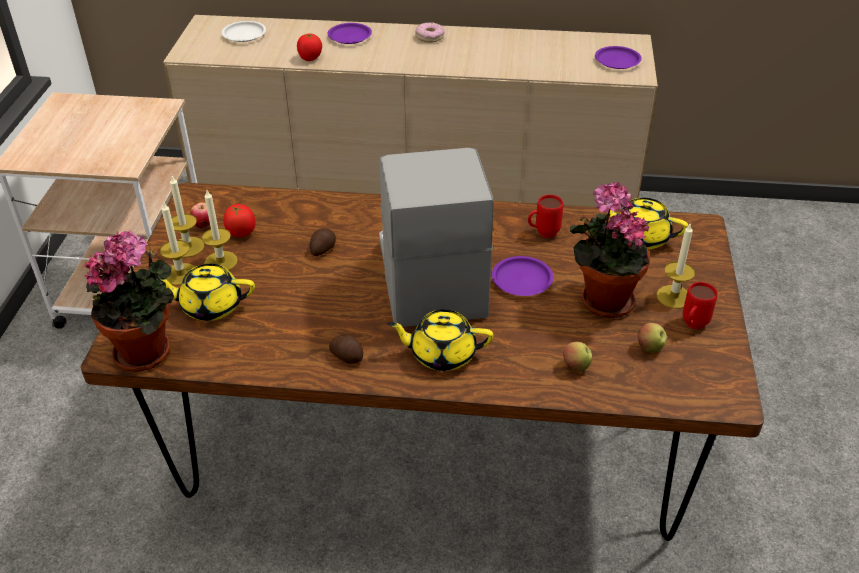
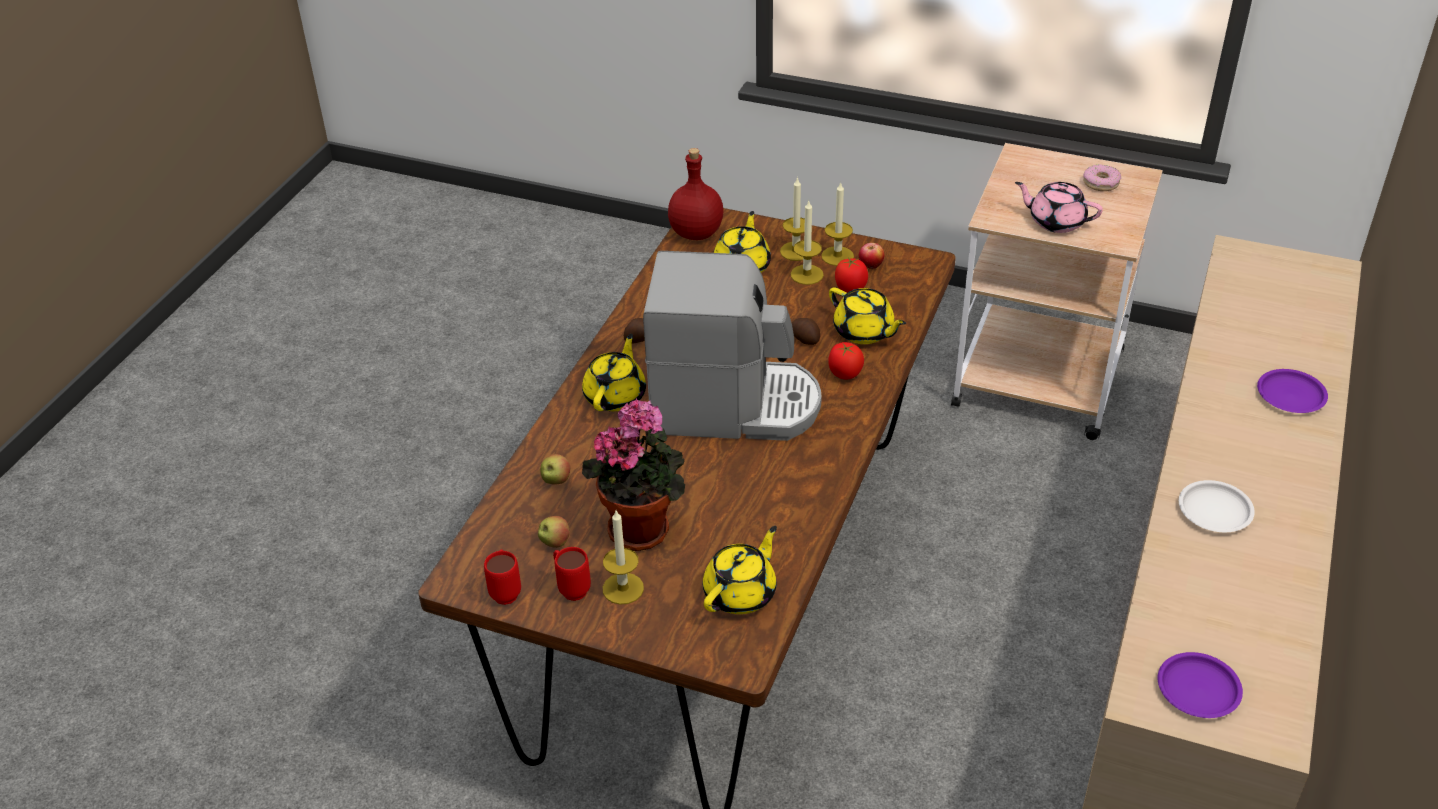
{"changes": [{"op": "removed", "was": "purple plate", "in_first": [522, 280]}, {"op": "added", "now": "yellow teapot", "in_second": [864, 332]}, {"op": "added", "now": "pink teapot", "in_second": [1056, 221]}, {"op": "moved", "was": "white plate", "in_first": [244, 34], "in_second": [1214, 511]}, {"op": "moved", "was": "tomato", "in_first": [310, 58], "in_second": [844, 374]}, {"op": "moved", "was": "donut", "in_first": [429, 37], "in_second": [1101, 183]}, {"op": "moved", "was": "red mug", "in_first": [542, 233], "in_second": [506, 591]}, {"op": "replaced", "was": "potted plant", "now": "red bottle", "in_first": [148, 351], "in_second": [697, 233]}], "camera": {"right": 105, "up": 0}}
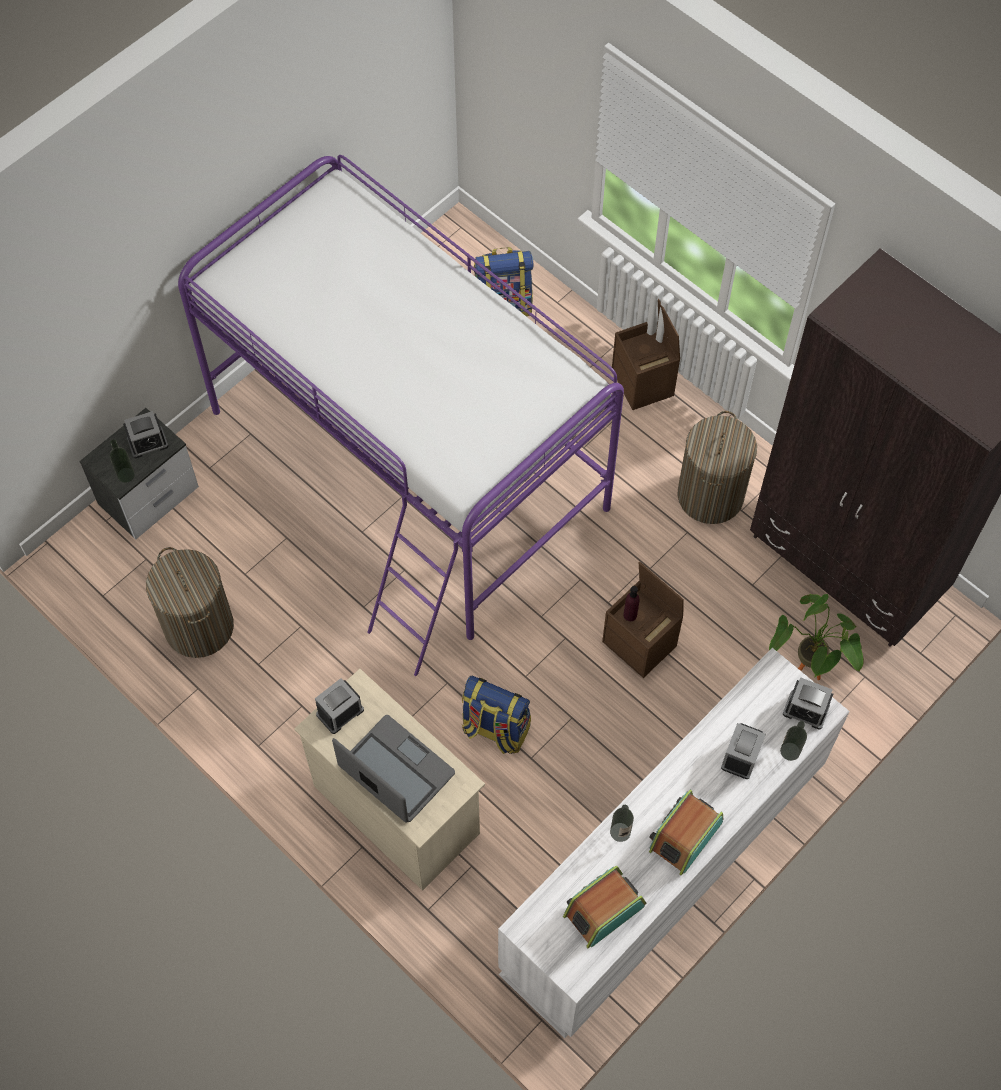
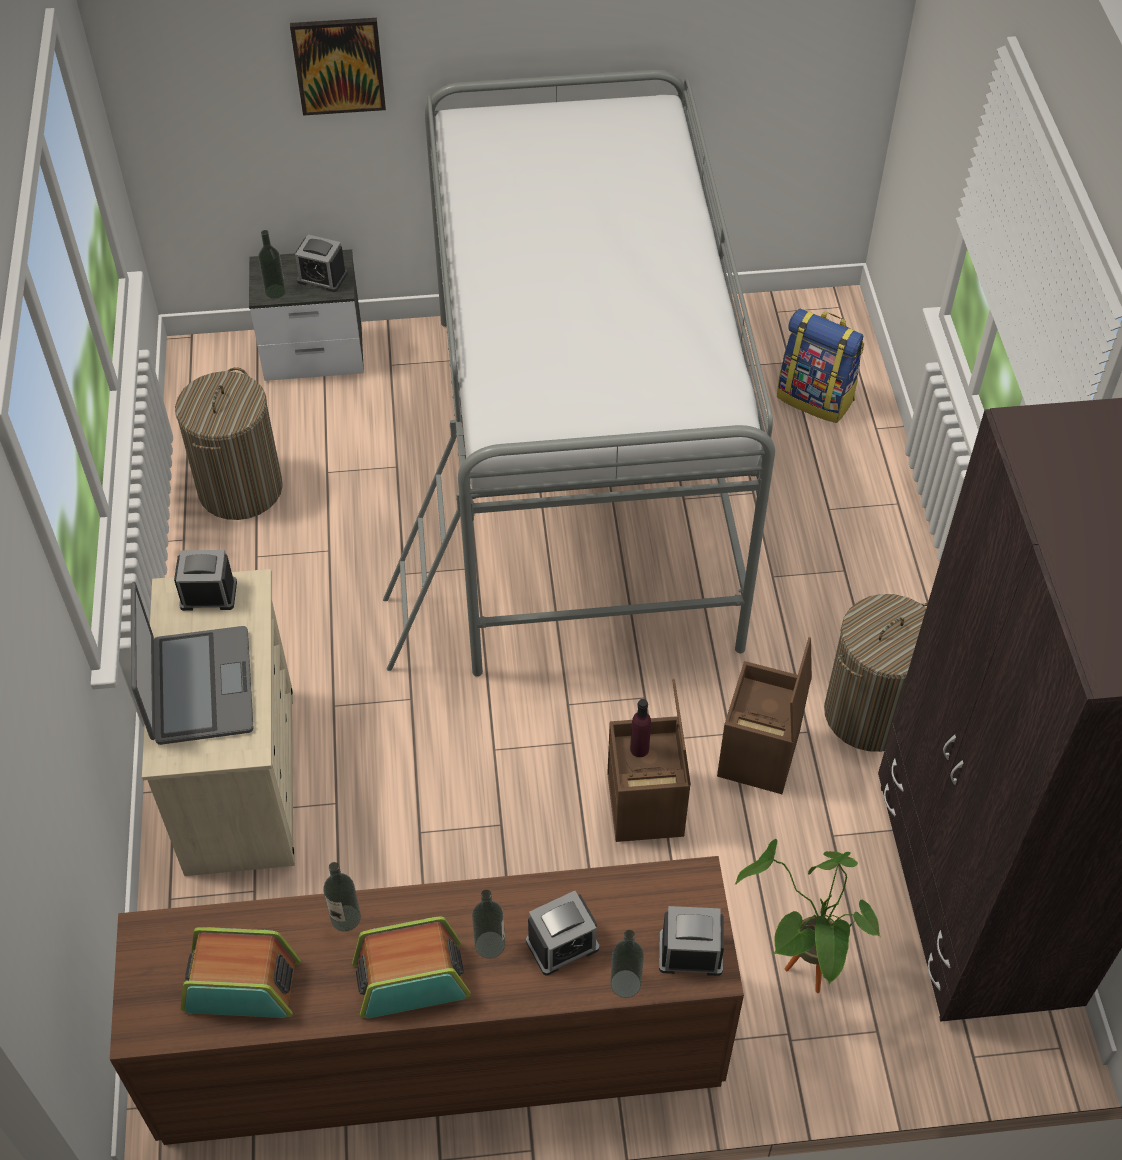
{"changes": [{"op": "removed", "was": "backpack", "in_first": [495, 729]}, {"op": "added", "now": "picture", "in_second": [338, 65]}, {"op": "added", "now": "bottle", "in_second": [490, 944]}, {"op": "moved", "was": "brown storage box", "in_first": [644, 383], "in_second": [759, 756]}, {"op": "recoloured", "was": "purple bed", "now": "grey bed", "in_first": [409, 465], "in_second": [576, 479]}, {"op": "recoloured", "was": "white dresser", "now": "brown dresser", "in_first": [664, 871], "in_second": [441, 1059]}, {"op": "turned", "was": "alarm clock", "in_first": [806, 710], "in_second": [690, 953], "clockwise": 120}], "camera": {"right": 40, "up": -10}}
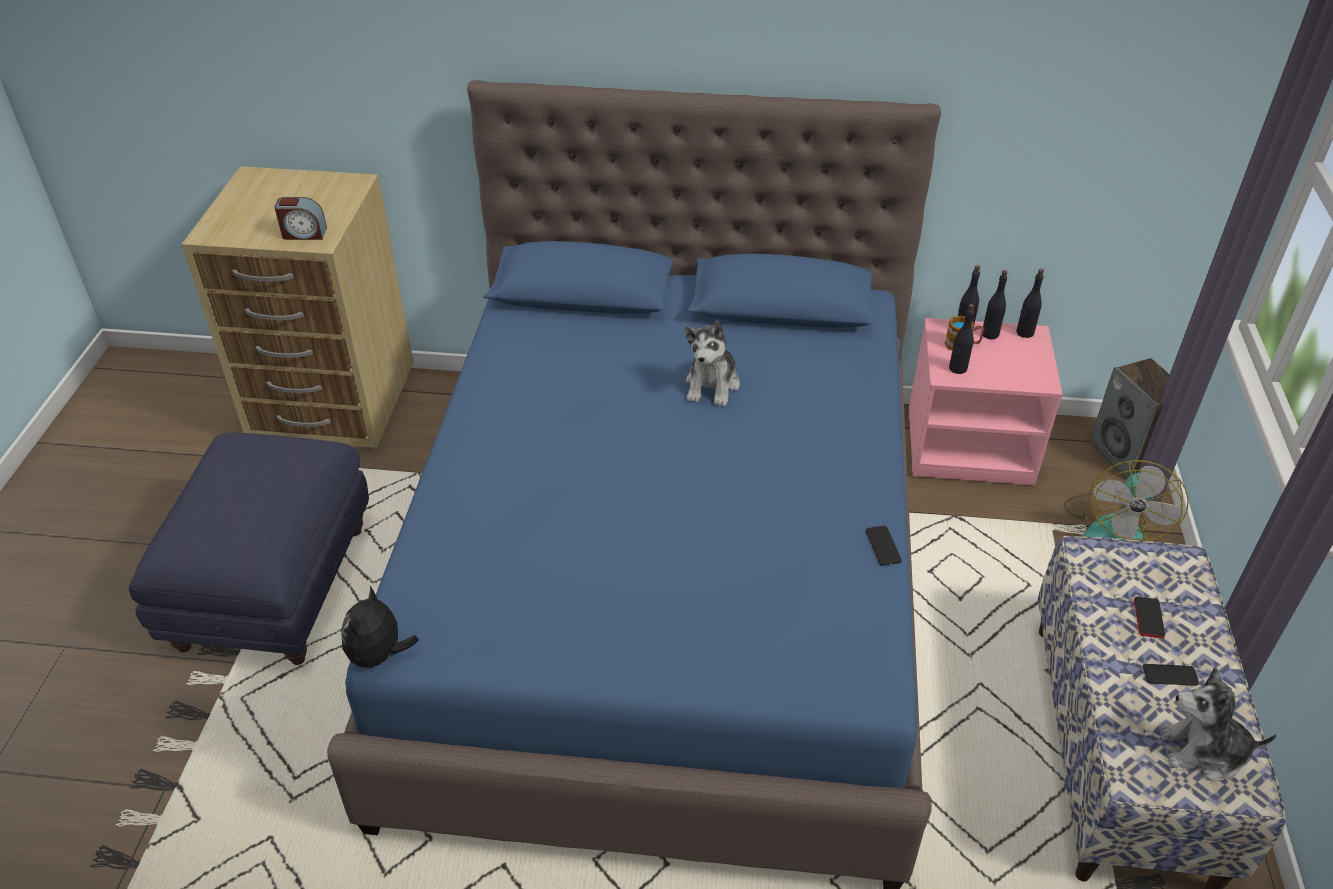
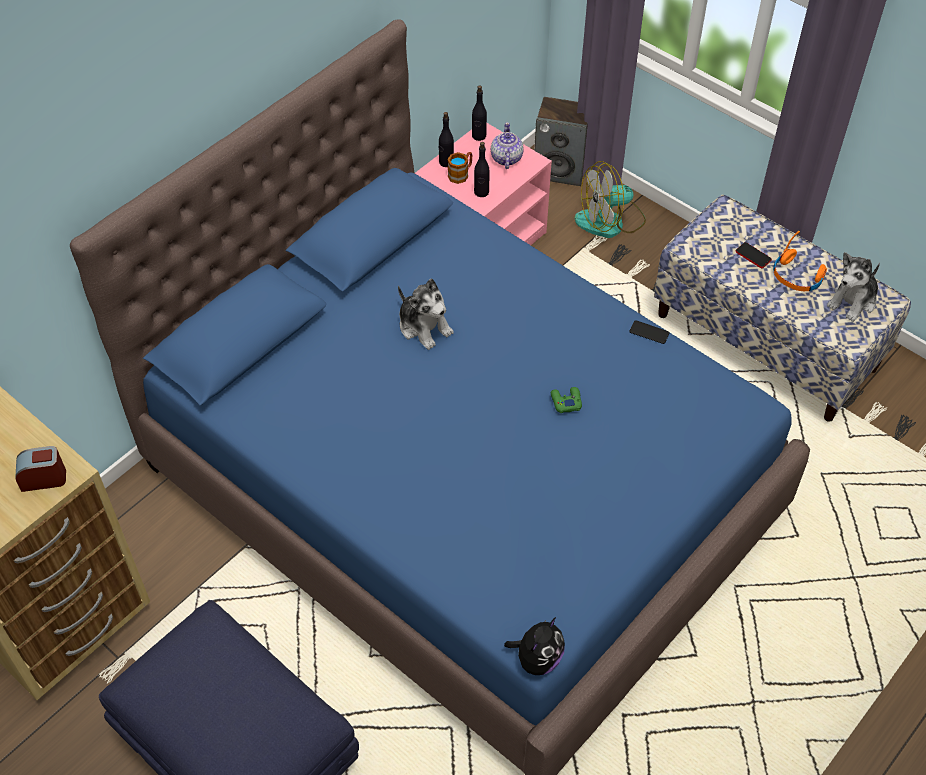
{"changes": [{"op": "removed", "was": "black bottle", "in_first": [990, 334]}, {"op": "added", "now": "teapot", "in_second": [506, 158]}, {"op": "added", "now": "green game controller", "in_second": [565, 401]}, {"op": "replaced", "was": "phone", "now": "orange headphones", "in_first": [1170, 675], "in_second": [797, 277]}, {"op": "turned", "was": "alarm clock", "in_first": [304, 233], "in_second": [44, 478], "clockwise": -135}, {"op": "turned", "was": "plush toy", "in_first": [379, 656], "in_second": [537, 659], "clockwise": -105}, {"op": "turned", "was": "fan", "in_first": [1113, 526], "in_second": [610, 221], "clockwise": 105}], "camera": {"right": -55, "up": 10}}
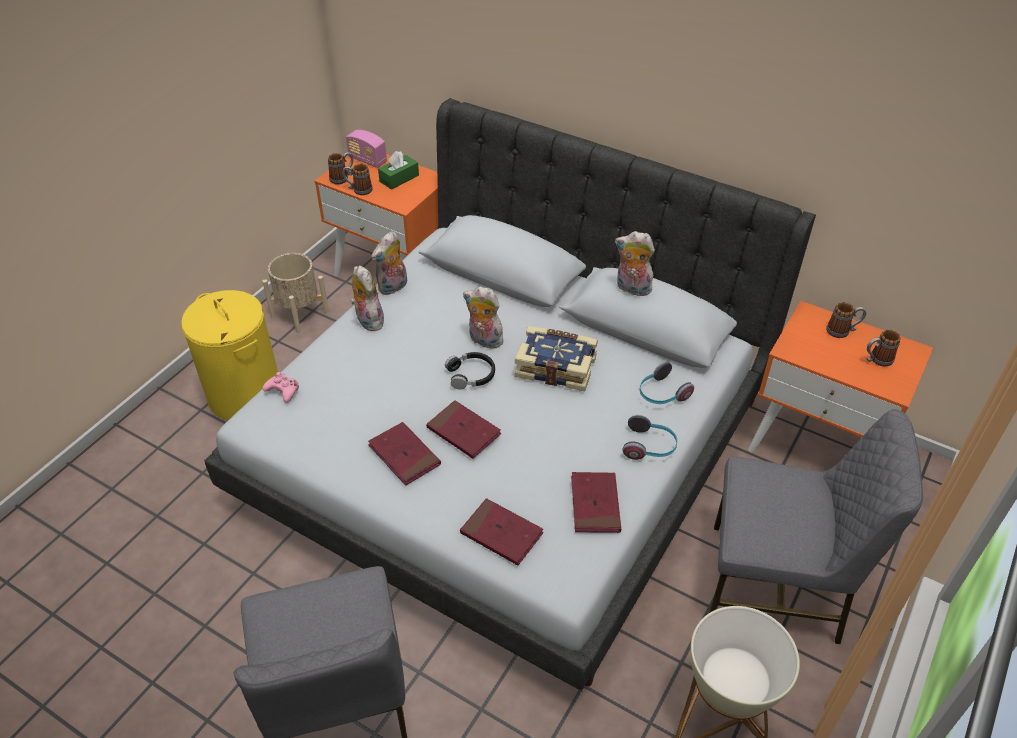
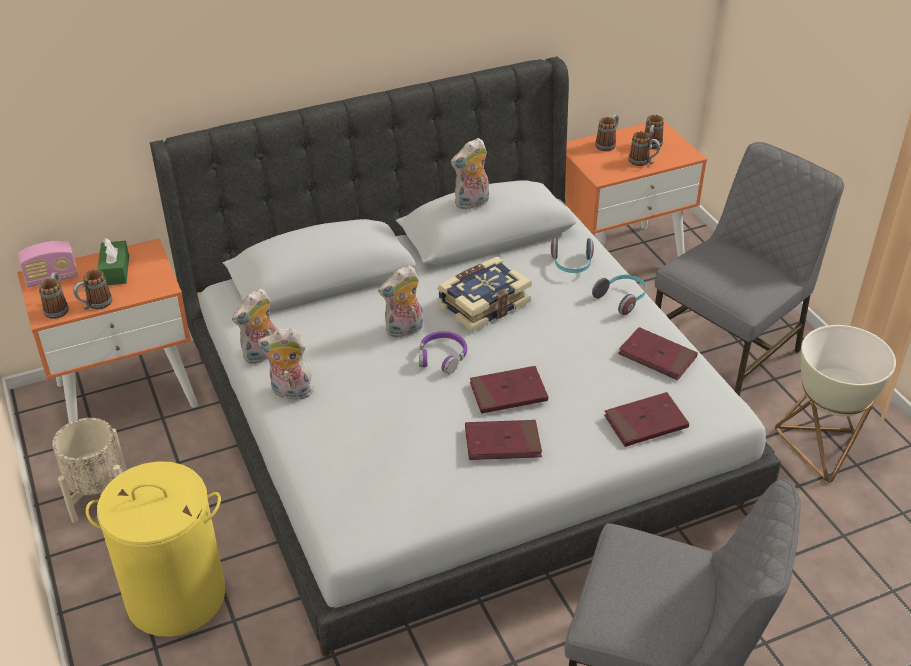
{"changes": [{"op": "removed", "was": "pink game controller", "in_first": [283, 390]}, {"op": "added", "now": "mug", "in_second": [643, 162]}, {"op": "recoloured", "was": "black headphones", "now": "purple headphones", "in_first": [471, 375], "in_second": [442, 357]}, {"op": "turned", "was": "plush toy", "in_first": [393, 287], "in_second": [262, 355], "clockwise": 60}], "camera": {"right": -55, "up": -5}}
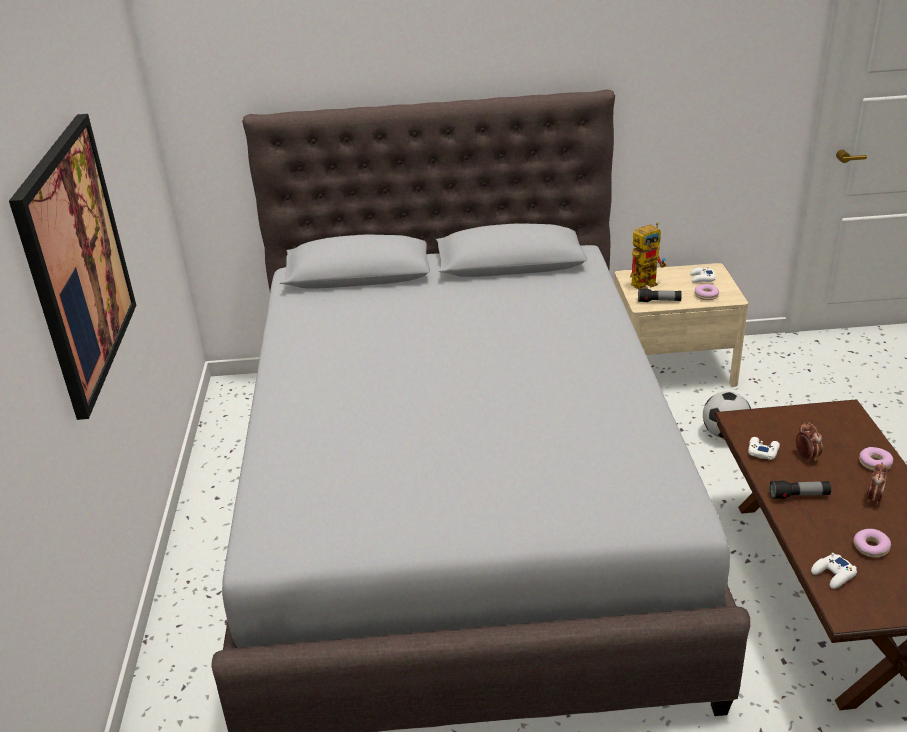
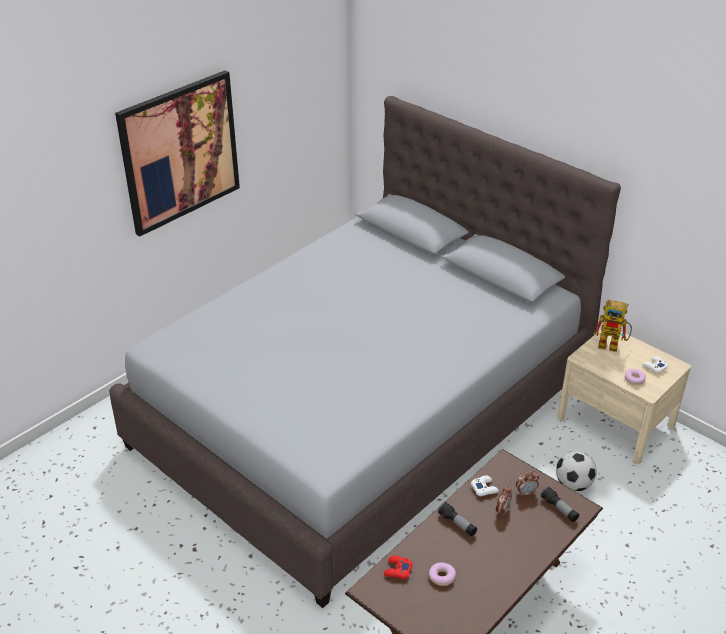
{"changes": [{"op": "removed", "was": "donut", "in_first": [875, 463]}, {"op": "moved", "was": "flashlight", "in_first": [659, 301], "in_second": [559, 509]}, {"op": "moved", "was": "alarm clock", "in_first": [873, 498], "in_second": [526, 492]}, {"op": "recoloured", "was": "white game controller", "now": "red game controller", "in_first": [833, 575], "in_second": [397, 570]}], "camera": {"right": 45, "up": 5}}
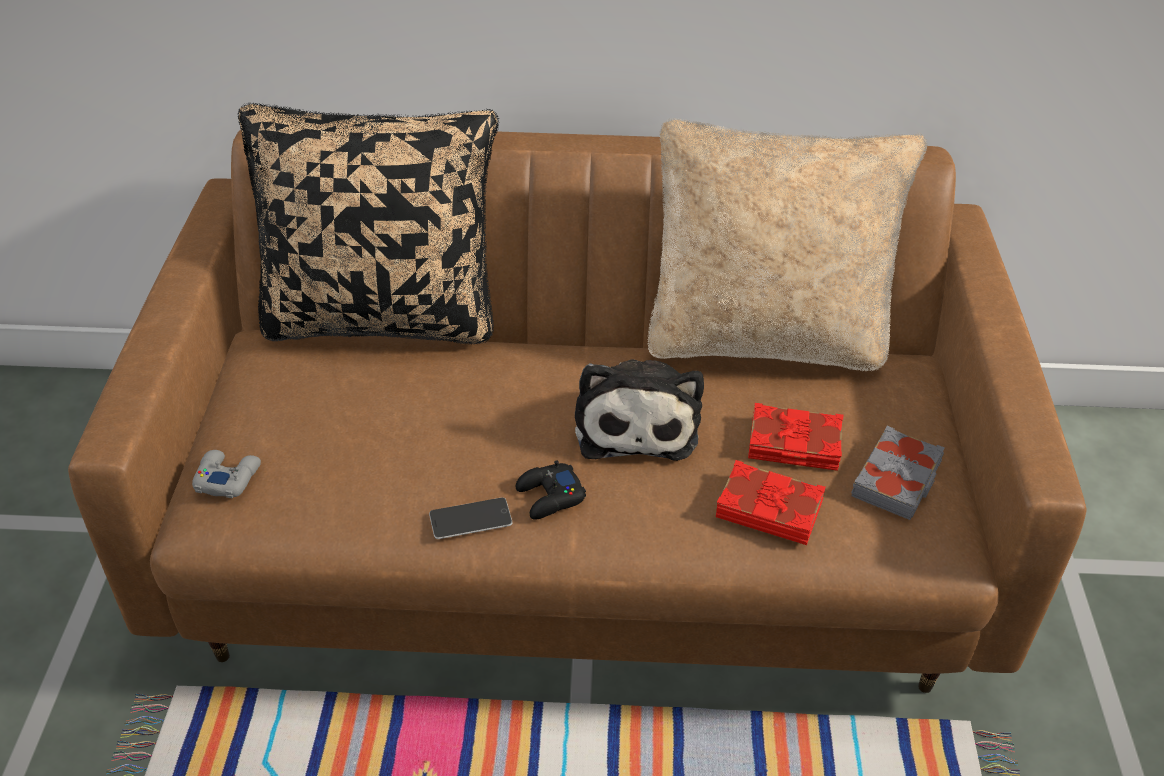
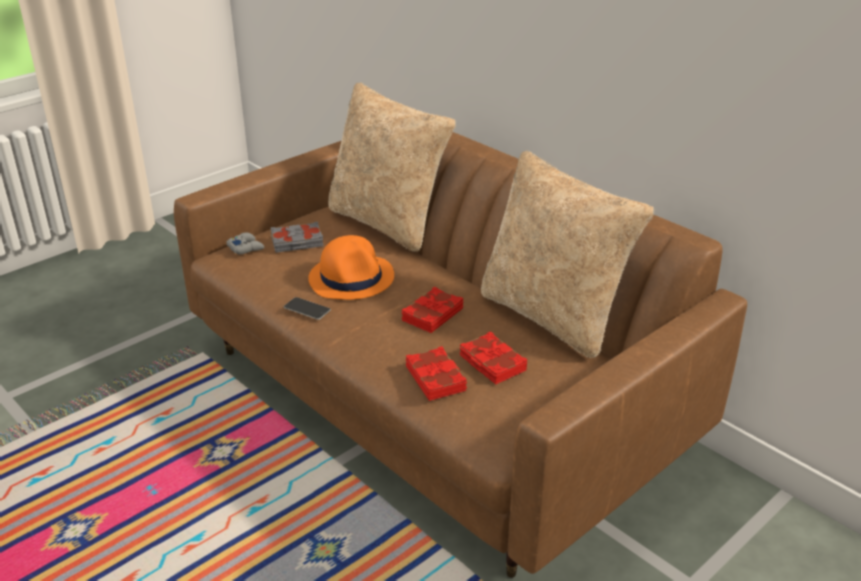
{"changes": [{"op": "removed", "was": "black game controller", "in_first": [550, 497]}, {"op": "added", "now": "orange hat", "in_second": [352, 278]}, {"op": "moved", "was": "grey book", "in_first": [897, 480], "in_second": [297, 242]}, {"op": "replaced", "was": "plush toy", "now": "red book", "in_first": [636, 422], "in_second": [431, 314]}, {"op": "recoloured", "was": "black pillow", "now": "beige pillow", "in_first": [384, 324], "in_second": [387, 227]}], "camera": {"right": 45, "up": -10}}
